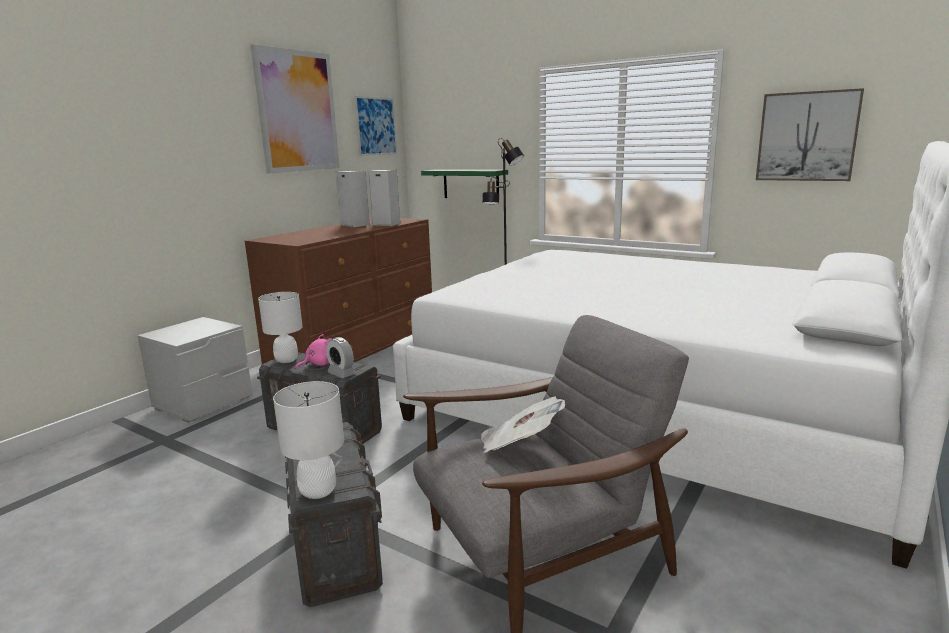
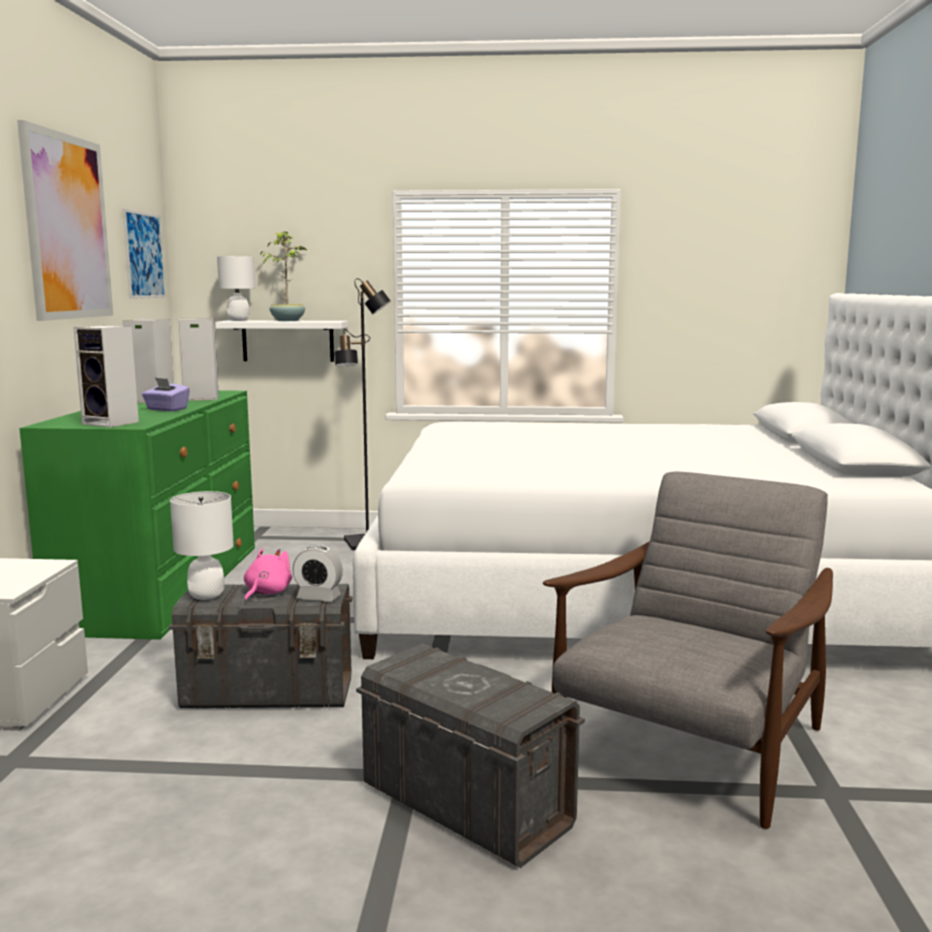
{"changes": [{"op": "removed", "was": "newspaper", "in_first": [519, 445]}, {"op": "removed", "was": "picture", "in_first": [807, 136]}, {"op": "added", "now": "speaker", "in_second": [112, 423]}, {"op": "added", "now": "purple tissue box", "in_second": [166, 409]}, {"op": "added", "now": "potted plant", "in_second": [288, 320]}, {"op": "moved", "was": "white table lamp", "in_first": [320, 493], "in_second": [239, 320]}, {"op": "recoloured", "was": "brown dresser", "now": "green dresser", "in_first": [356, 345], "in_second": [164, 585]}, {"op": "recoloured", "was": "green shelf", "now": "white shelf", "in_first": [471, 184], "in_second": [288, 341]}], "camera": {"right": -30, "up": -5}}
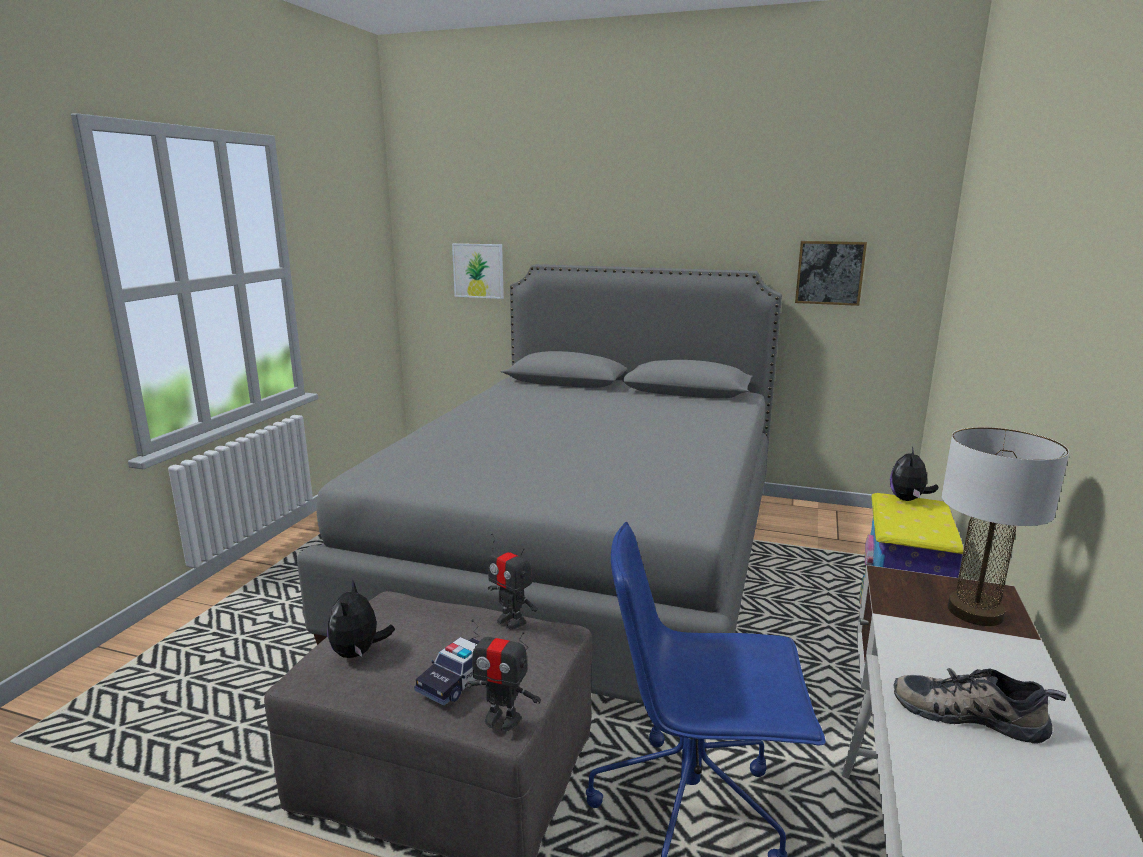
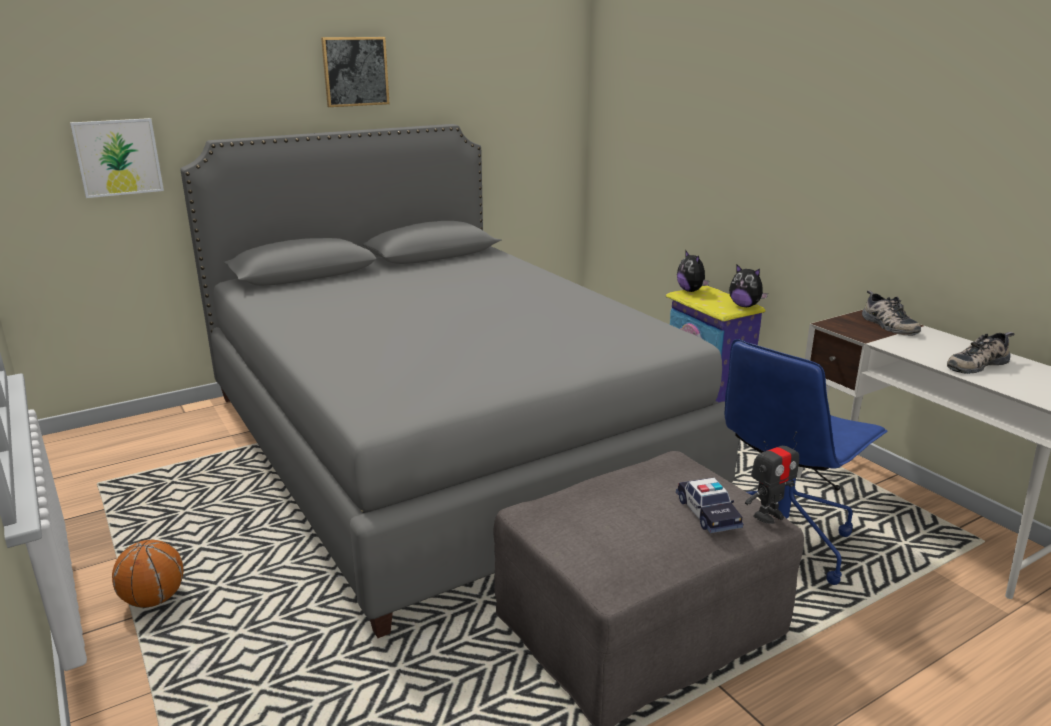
{"changes": [{"op": "removed", "was": "toy robot", "in_first": [511, 621]}, {"op": "added", "now": "basketball", "in_second": [154, 600]}, {"op": "moved", "was": "plush toy", "in_first": [358, 653], "in_second": [745, 306]}, {"op": "moved", "was": "picture", "in_first": [830, 272], "in_second": [355, 71]}, {"op": "replaced", "was": "table lamp", "now": "shoe", "in_first": [975, 612], "in_second": [887, 325]}], "camera": {"right": -50, "up": 5}}
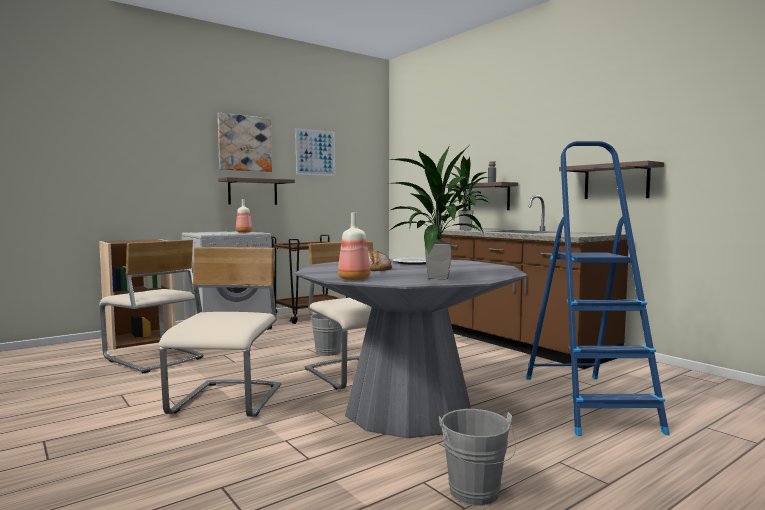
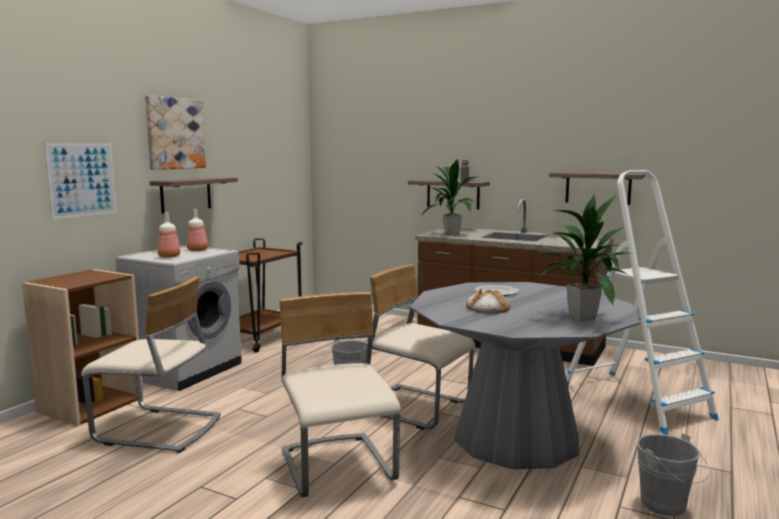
{"changes": [{"op": "moved", "was": "picture", "in_first": [315, 152], "in_second": [82, 179]}, {"op": "moved", "was": "bottle", "in_first": [353, 279], "in_second": [168, 256]}, {"op": "recoloured", "was": "blue step ladder", "now": "white step ladder", "in_first": [588, 402], "in_second": [636, 400]}], "camera": {"right": -25, "up": 5}}
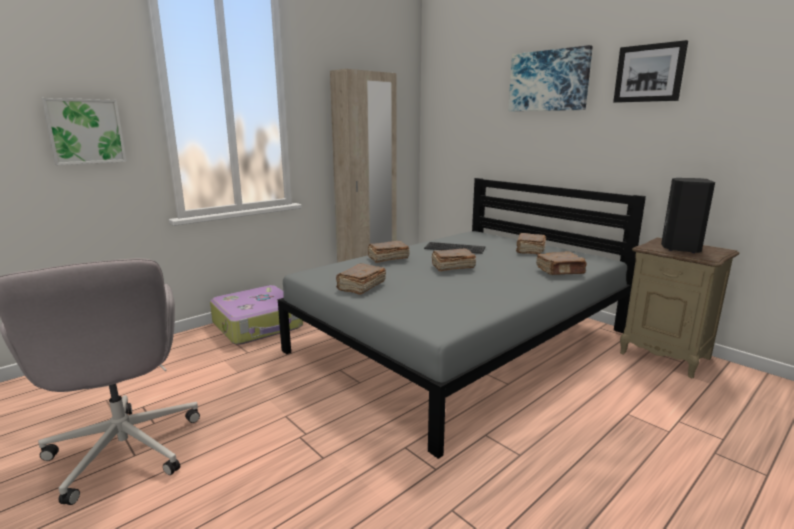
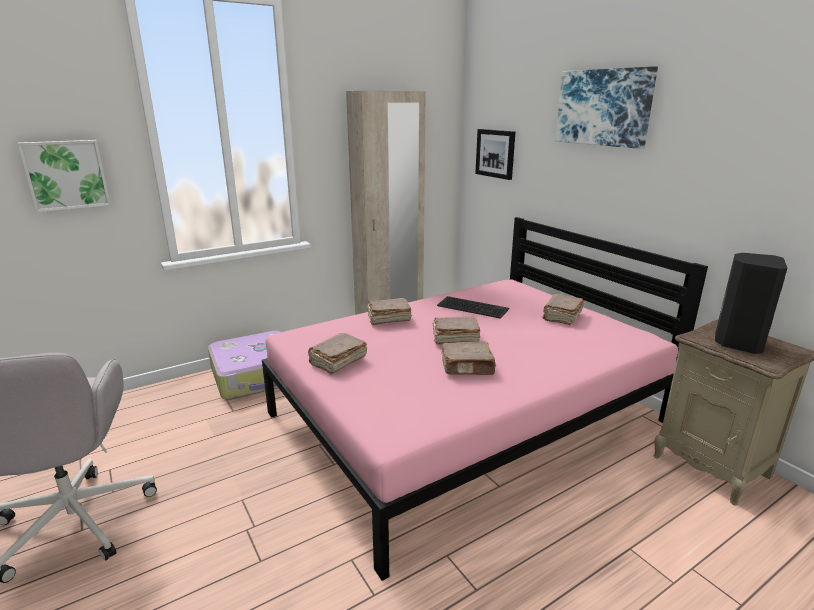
{"changes": [{"op": "moved", "was": "brown book", "in_first": [560, 271], "in_second": [468, 367]}, {"op": "moved", "was": "picture", "in_first": [649, 73], "in_second": [495, 153]}, {"op": "recoloured", "was": "grey bed", "now": "pink bed", "in_first": [461, 341], "in_second": [466, 419]}], "camera": {"right": 10, "up": 5}}
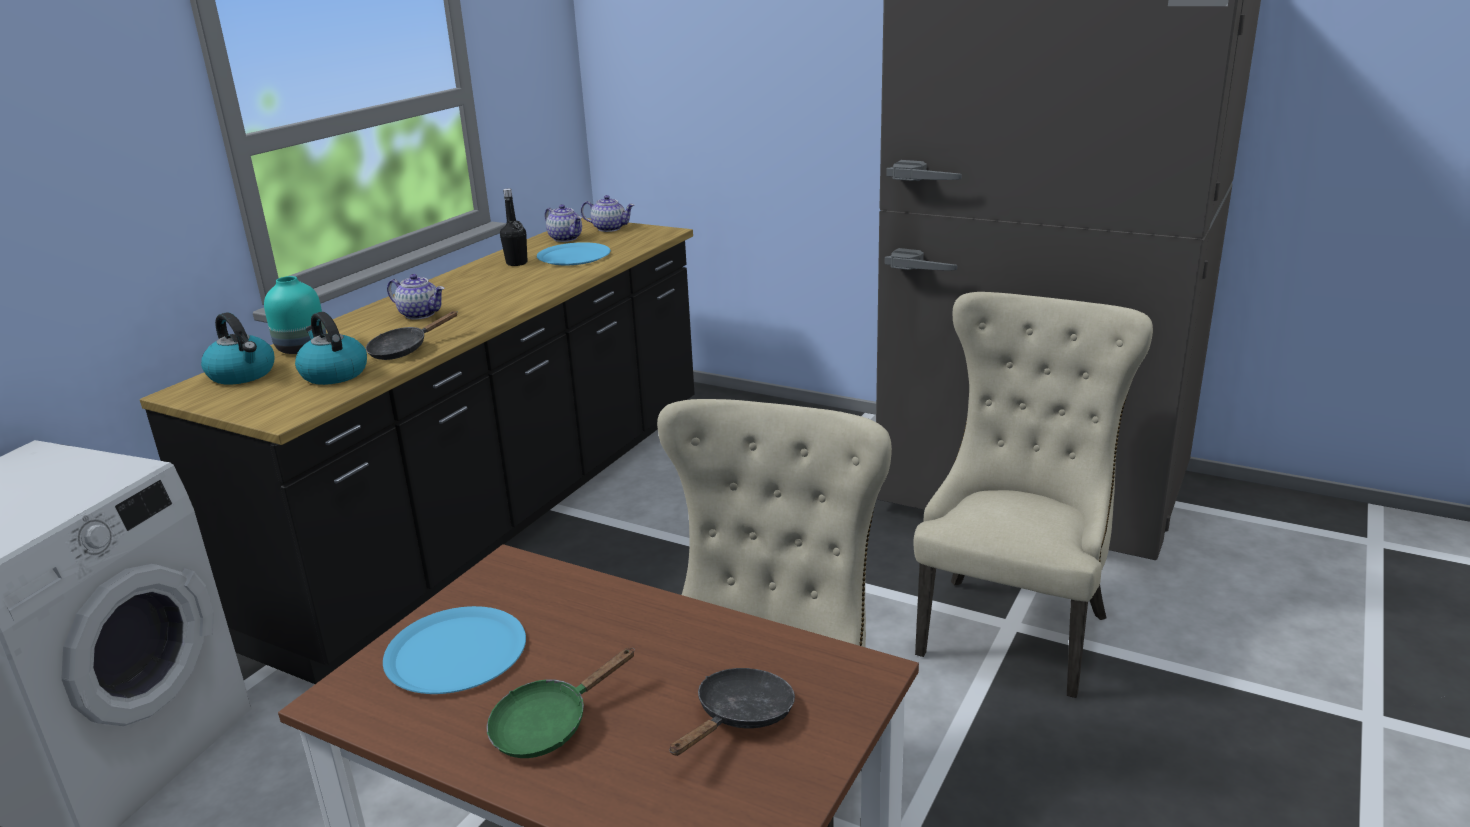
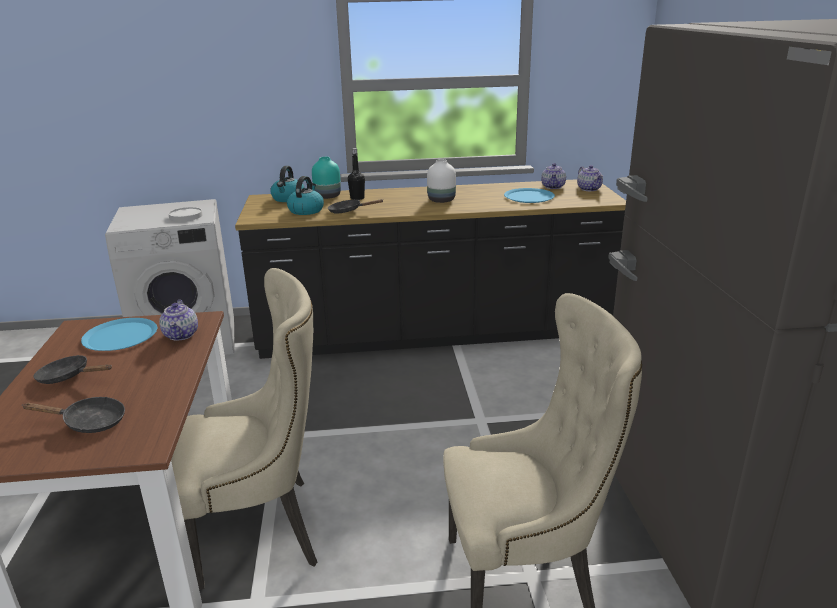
{"changes": [{"op": "added", "now": "white plate", "in_second": [185, 216]}, {"op": "added", "now": "white vase", "in_second": [441, 200]}, {"op": "moved", "was": "teapot", "in_first": [421, 314], "in_second": [181, 335]}, {"op": "moved", "was": "black bottle", "in_first": [516, 263], "in_second": [357, 198]}, {"op": "recoloured", "was": "green frying pan", "now": "black frying pan", "in_first": [548, 725], "in_second": [68, 377]}], "camera": {"right": 55, "up": 0}}
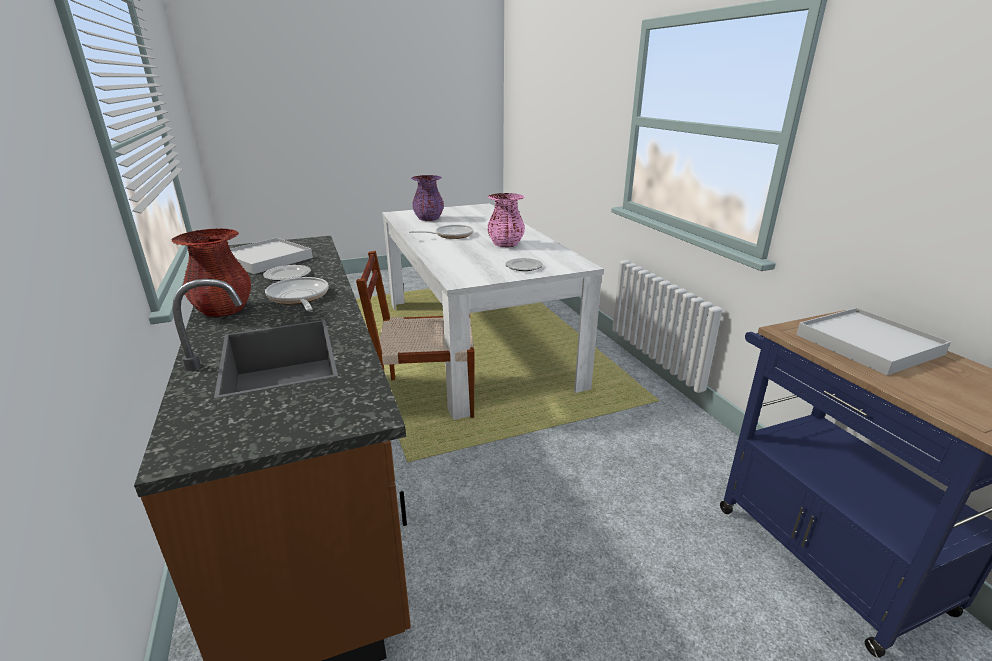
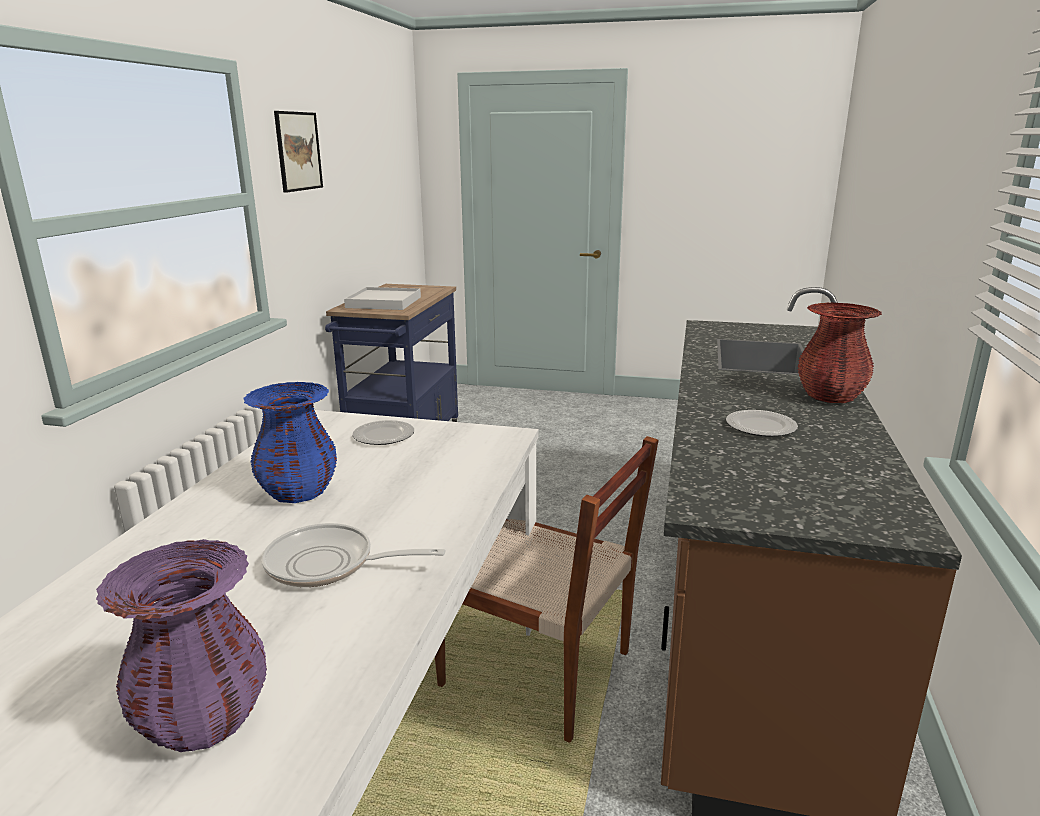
{"changes": [{"op": "removed", "was": "white tray", "in_first": [266, 259]}, {"op": "removed", "was": "frying pan", "in_first": [299, 298]}, {"op": "added", "now": "picture", "in_second": [298, 151]}, {"op": "recoloured", "was": "pink vase", "now": "blue vase", "in_first": [506, 244], "in_second": [299, 492]}], "camera": {"right": -145, "up": -5}}
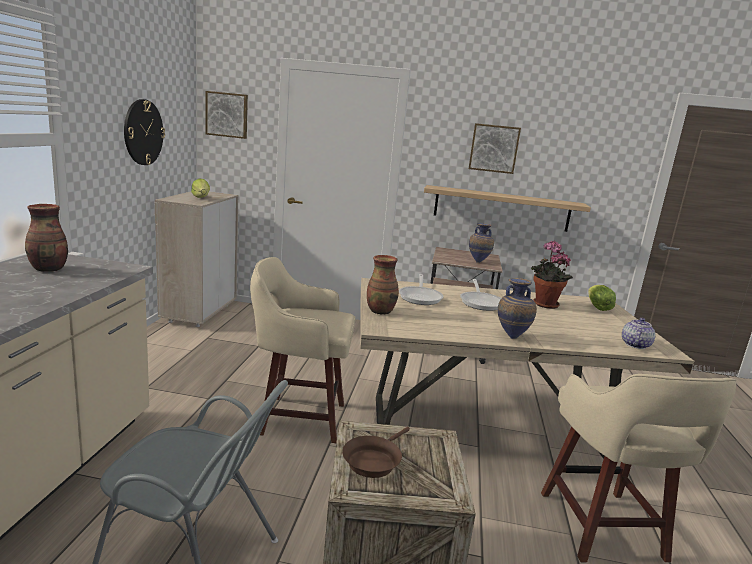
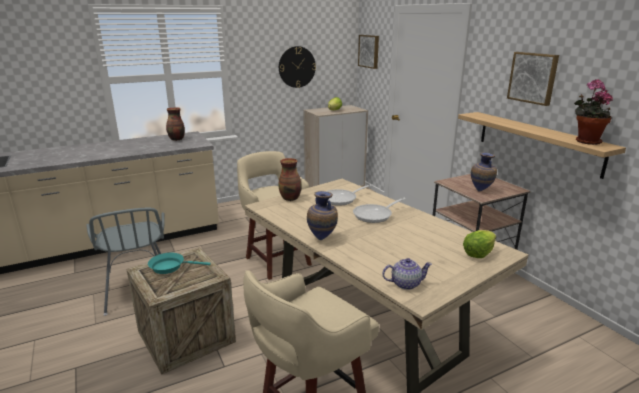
{"changes": [{"op": "moved", "was": "potted plant", "in_first": [543, 304], "in_second": [585, 141]}, {"op": "recoloured", "was": "brown frying pan", "now": "turquoise frying pan", "in_first": [373, 460], "in_second": [170, 267]}], "camera": {"right": 55, "up": 5}}
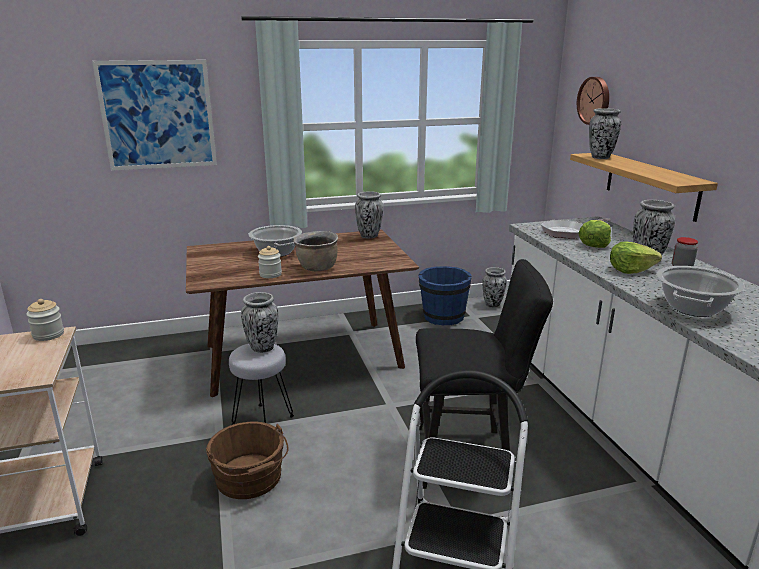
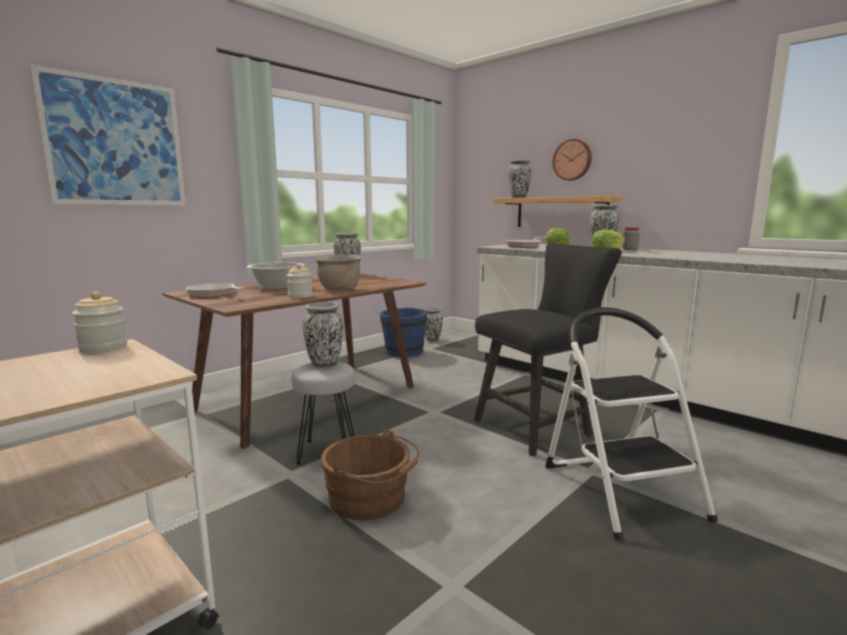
{"changes": [{"op": "removed", "was": "cooking pot", "in_first": [692, 308]}, {"op": "added", "now": "frying pan", "in_second": [214, 294]}, {"op": "moved", "was": "wall clock", "in_first": [594, 100], "in_second": [572, 160]}], "camera": {"right": -30, "up": -10}}
